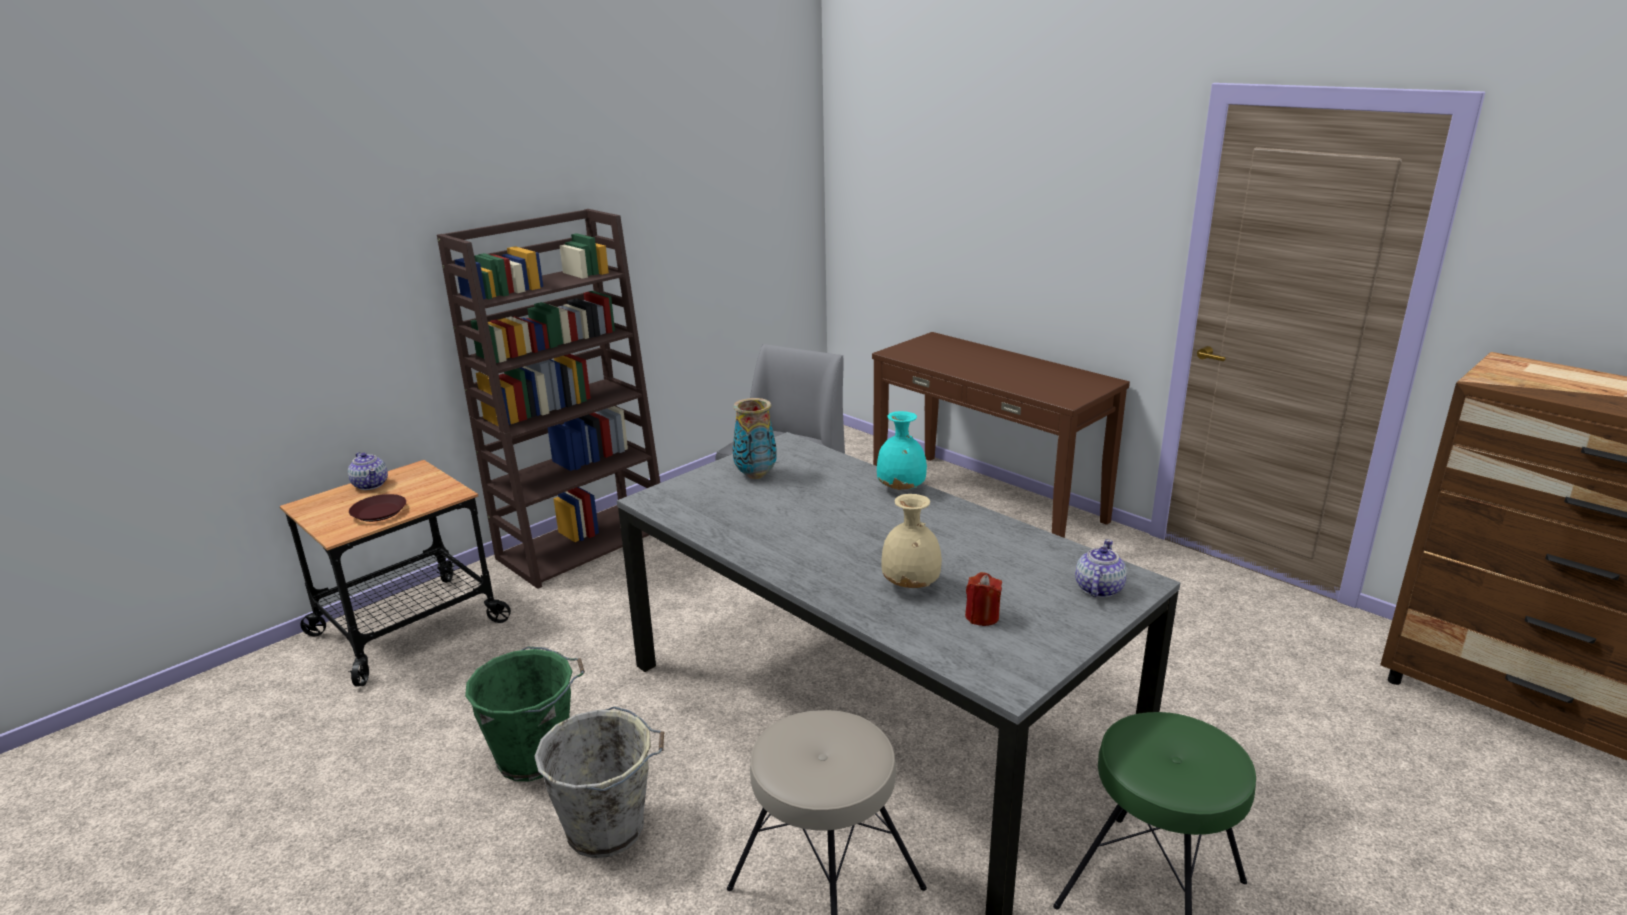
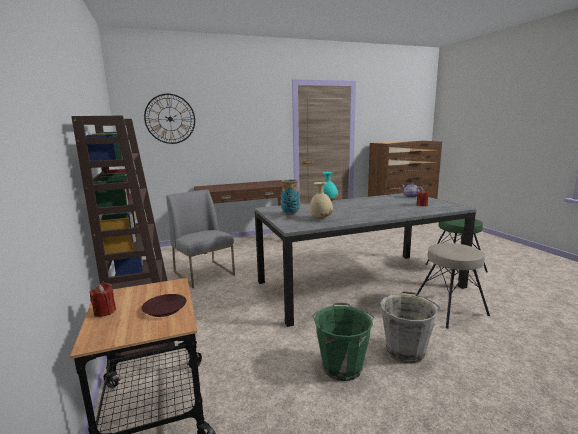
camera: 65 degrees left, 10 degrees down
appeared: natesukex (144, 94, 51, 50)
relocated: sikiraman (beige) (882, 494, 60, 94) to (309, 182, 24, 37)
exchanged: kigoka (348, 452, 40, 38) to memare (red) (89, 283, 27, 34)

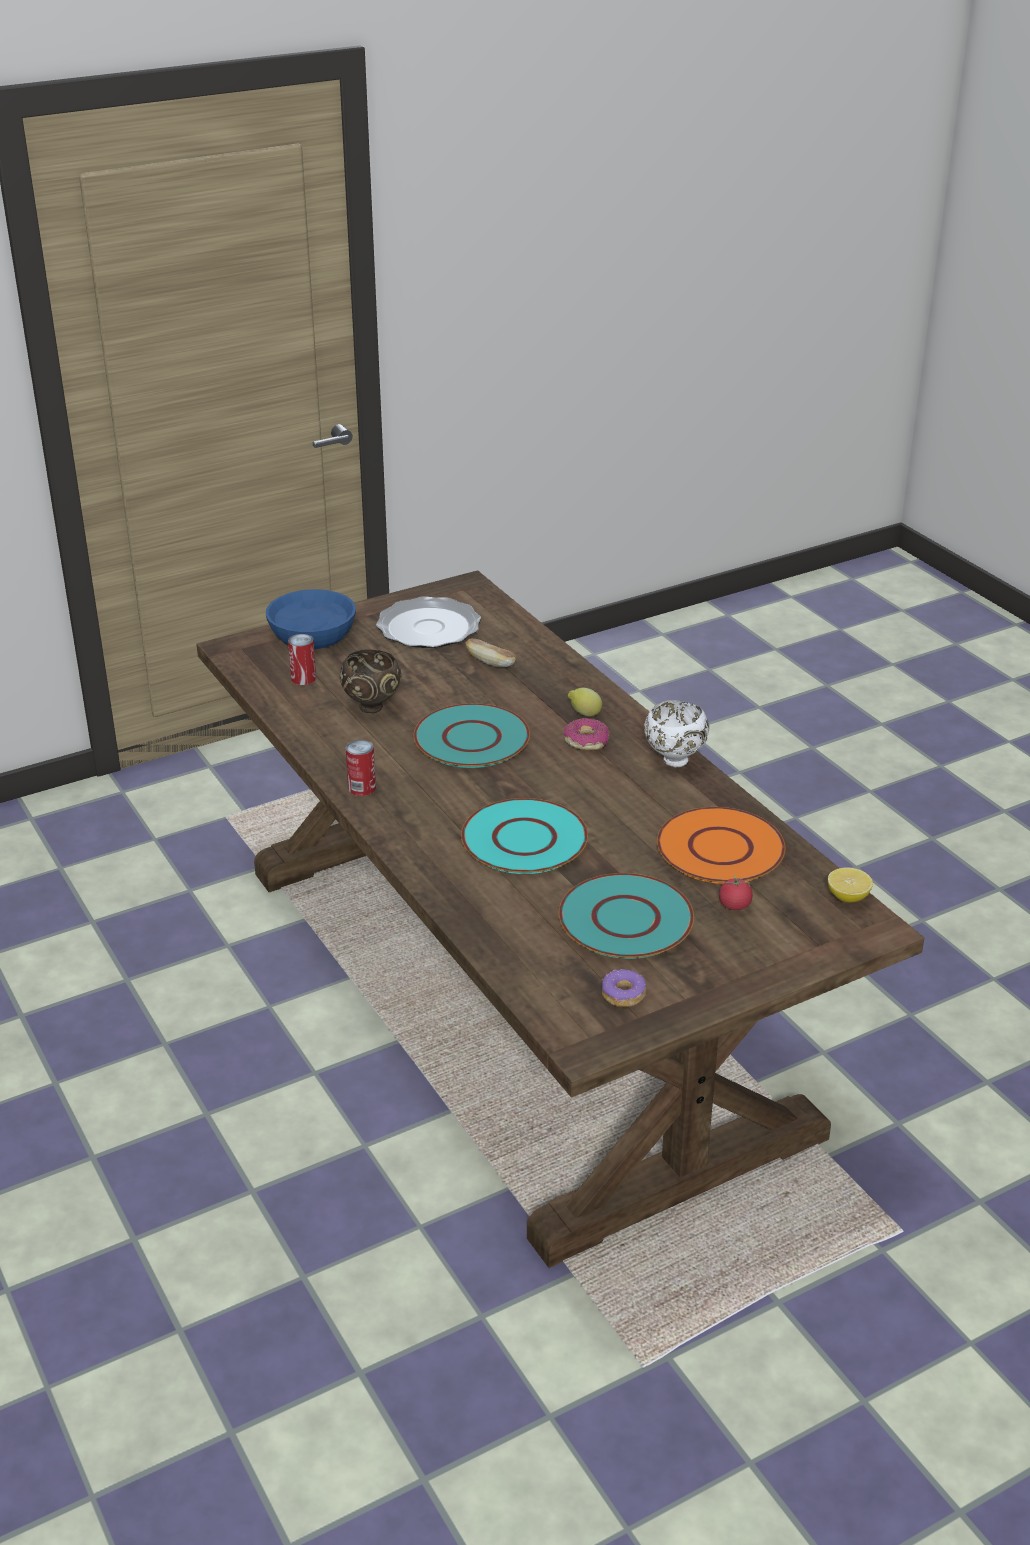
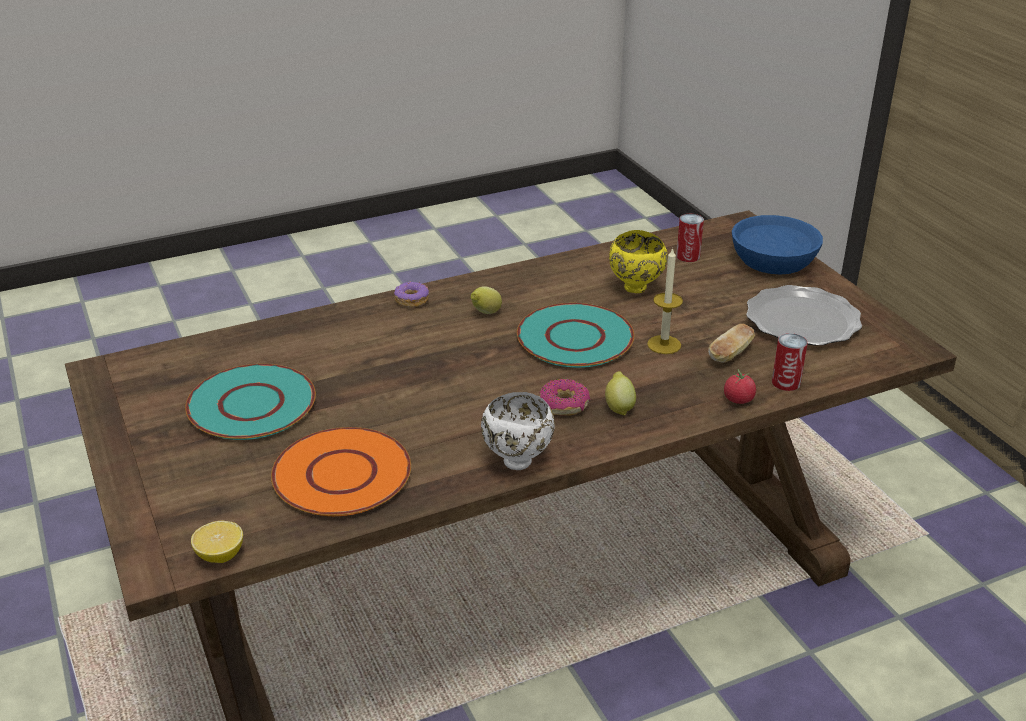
camera: 95 degrees right, 0 degrees up
missing: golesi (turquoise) (461, 798, 127, 76)
appeared: memare (647, 247, 36, 107); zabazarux (471, 286, 31, 28)
relocated: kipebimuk (346, 740, 30, 56) to (772, 333, 36, 58); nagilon (719, 875, 34, 35) to (724, 369, 32, 35); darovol (602, 969, 44, 38) to (394, 282, 35, 26)
colour: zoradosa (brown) (340, 650, 61, 63) to zoradosa (yellow) (609, 230, 59, 63)

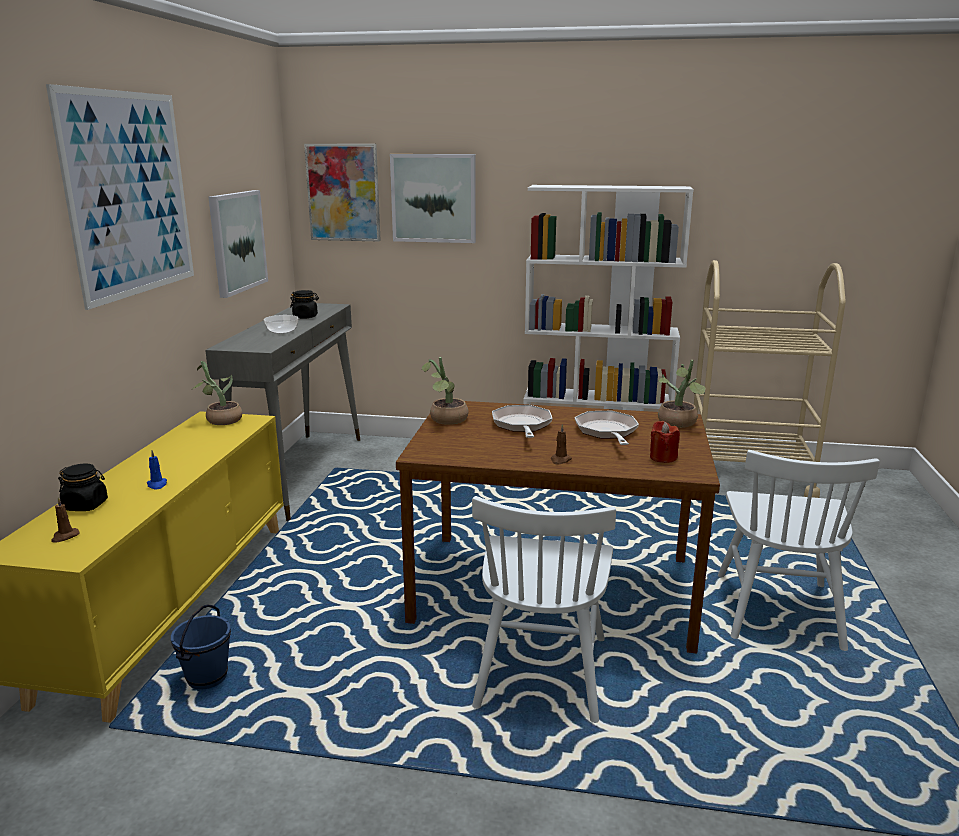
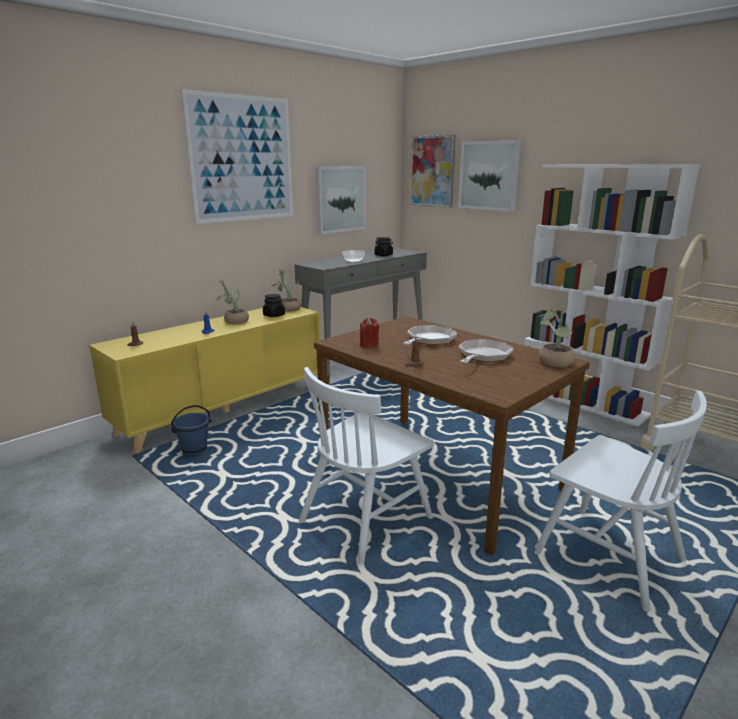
camera: 35 degrees right, 0 degrees up
relocated: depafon (422, 357, 47, 68) to (216, 280, 33, 44); memare (red) (650, 421, 30, 42) to (360, 318, 19, 30); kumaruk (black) (58, 464, 50, 47) to (263, 294, 22, 23)
spun: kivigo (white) (718, 450, 162, 201) = (534, 390, 173, 222) 90 degrees counterclockwise

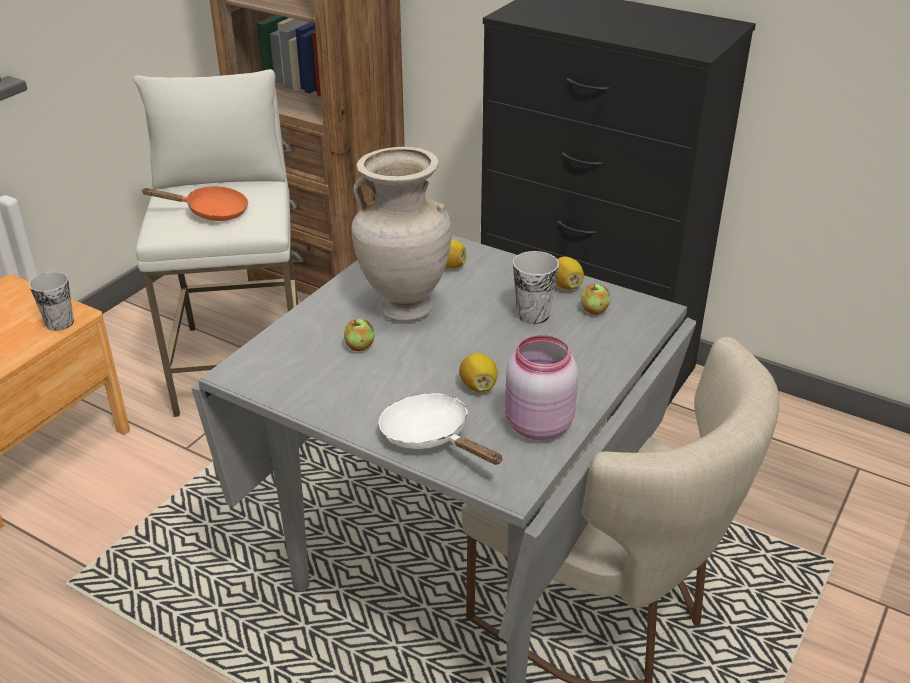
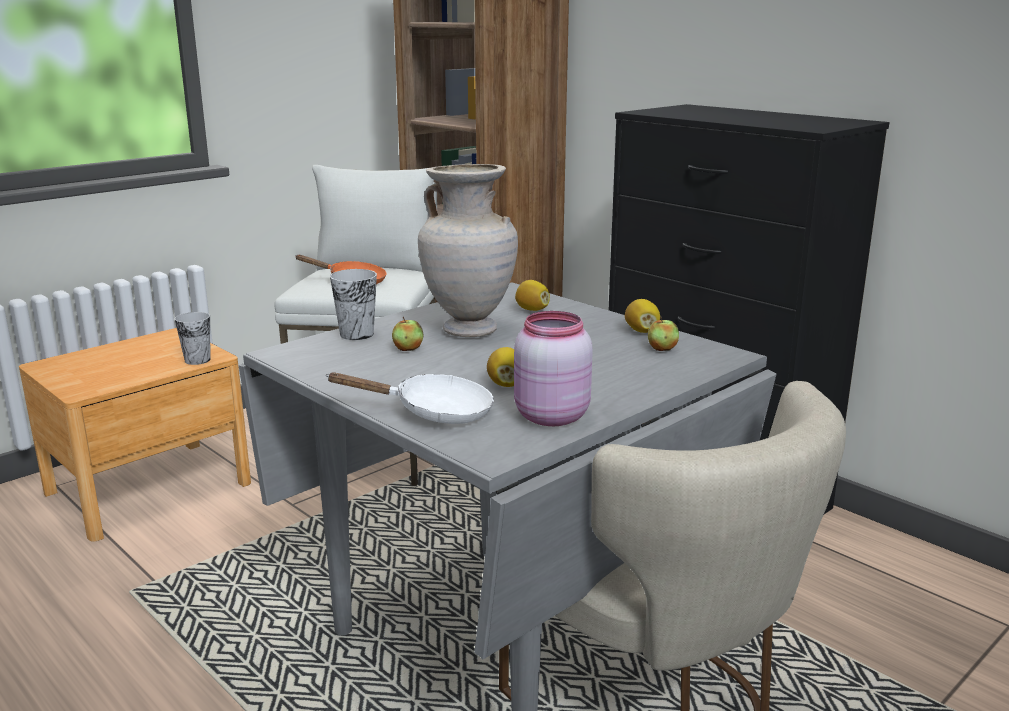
camera: 15 degrees right, 15 degrees down
relocated: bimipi (513, 251, 46, 73) to (330, 269, 47, 71)
spun: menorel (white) (379, 393, 124, 72) = (326, 372, 168, 52) 120 degrees clockwise

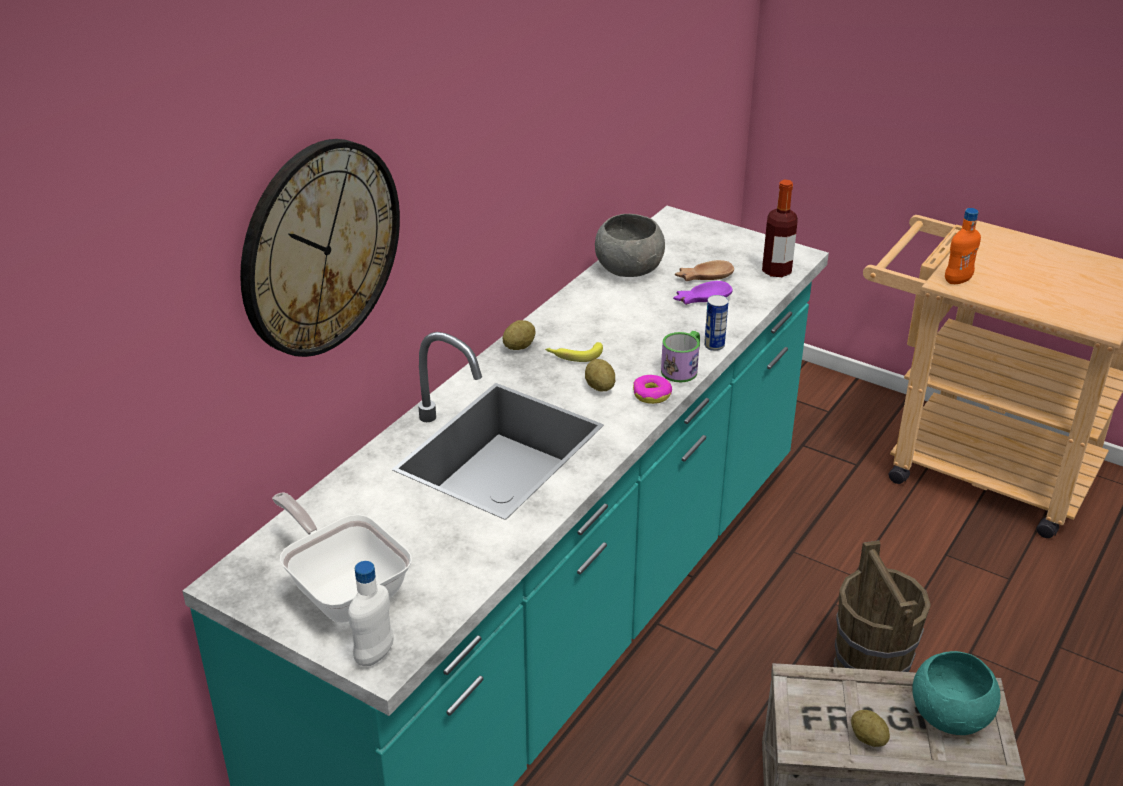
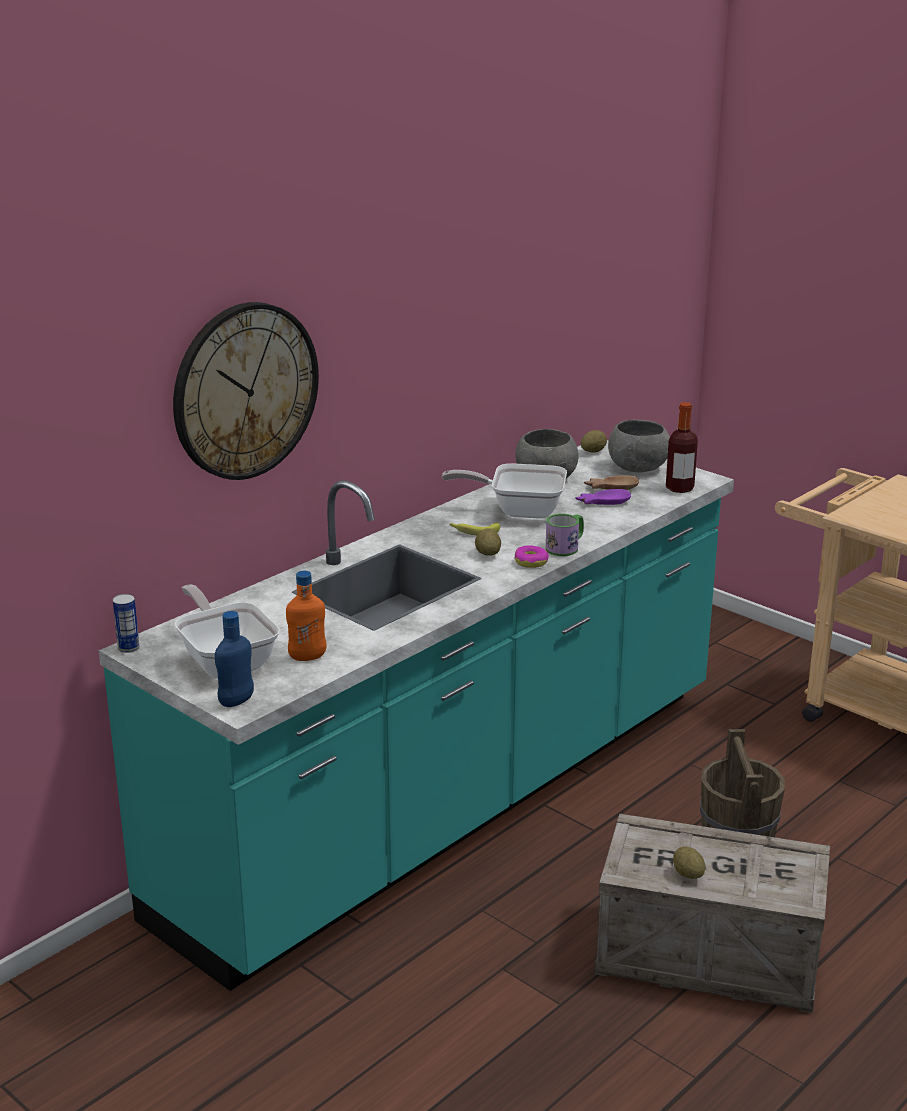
camera: 10 degrees right, 10 degrees down
missing: zoradosa (turquoise) (912, 651, 89, 84)
appeared: zoradosa (grey) (608, 420, 62, 52); menorel (442, 463, 125, 56)
relocated: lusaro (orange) (945, 208, 36, 76) to (286, 571, 41, 90); kipebimuk (704, 295, 25, 56) to (113, 594, 26, 59); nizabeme (503, 320, 33, 30) to (581, 430, 26, 22)
colour: lusaro (white) (348, 561, 46, 105) to lusaro (blue) (215, 611, 39, 96)

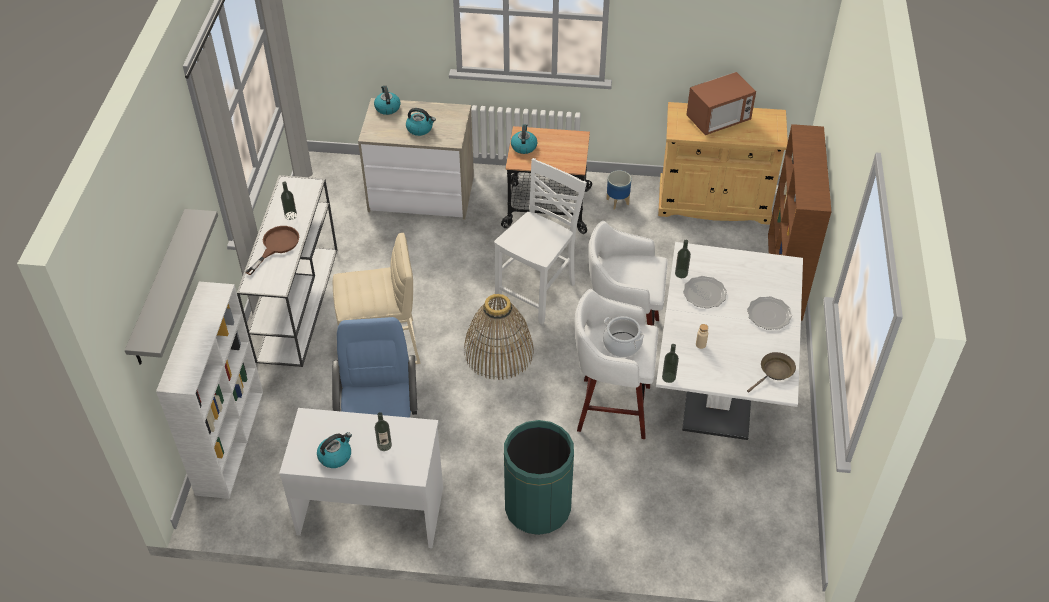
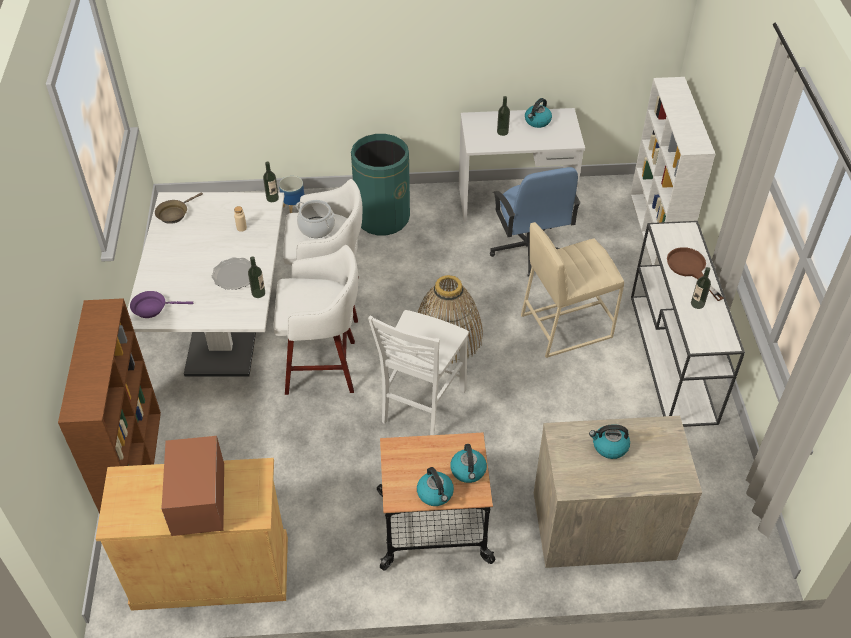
camera: 170 degrees right, 0 degrees up
missing: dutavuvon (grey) (125, 209, 93, 156); golesi (747, 296, 45, 34)
appeared: menorel (purple) (130, 291, 63, 27)
relocated: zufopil (374, 86, 27, 29) to (417, 467, 37, 39); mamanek (606, 170, 25, 40) to (279, 176, 25, 37)
spun: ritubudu (686, 72, 70, 63) = (161, 436, 63, 100) 60 degrees counterclockwise; menorel (brown) (246, 226, 53, 49) = (667, 247, 56, 54) 135 degrees clockwise

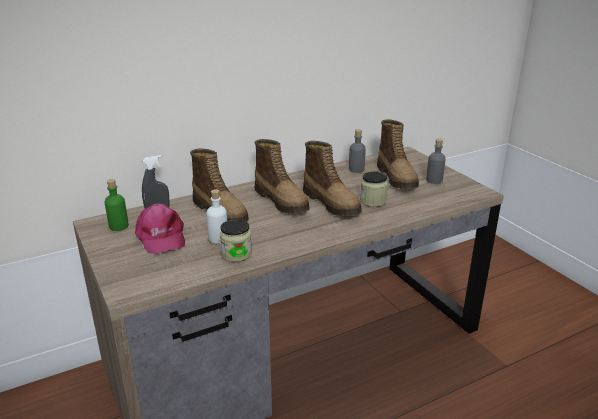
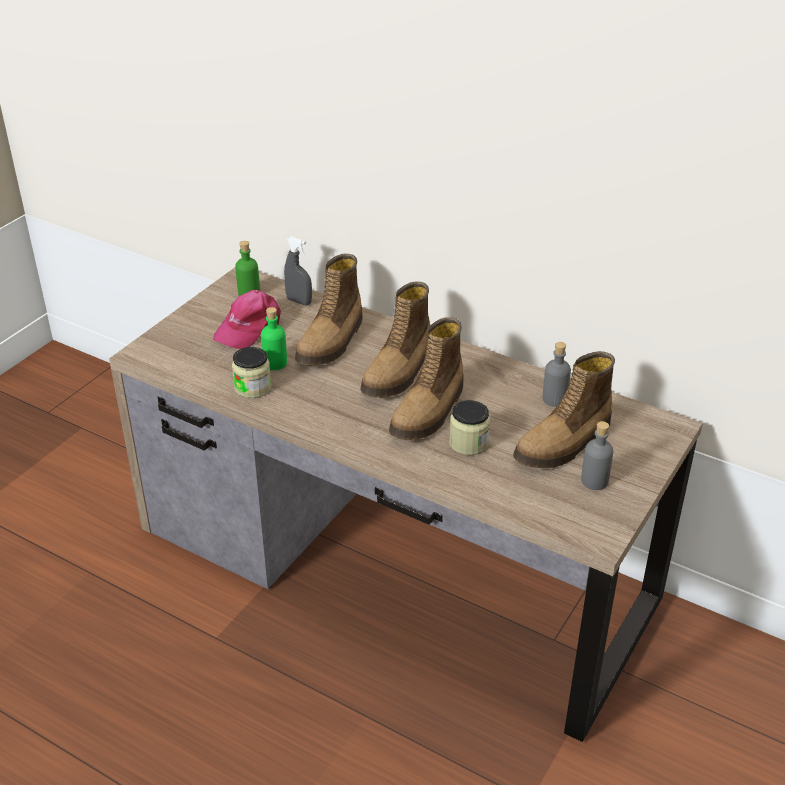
camera: 60 degrees right, 10 degrees up
colour: lusaro (white) (206, 189, 21, 54) to lusaro (green) (261, 307, 26, 63)

